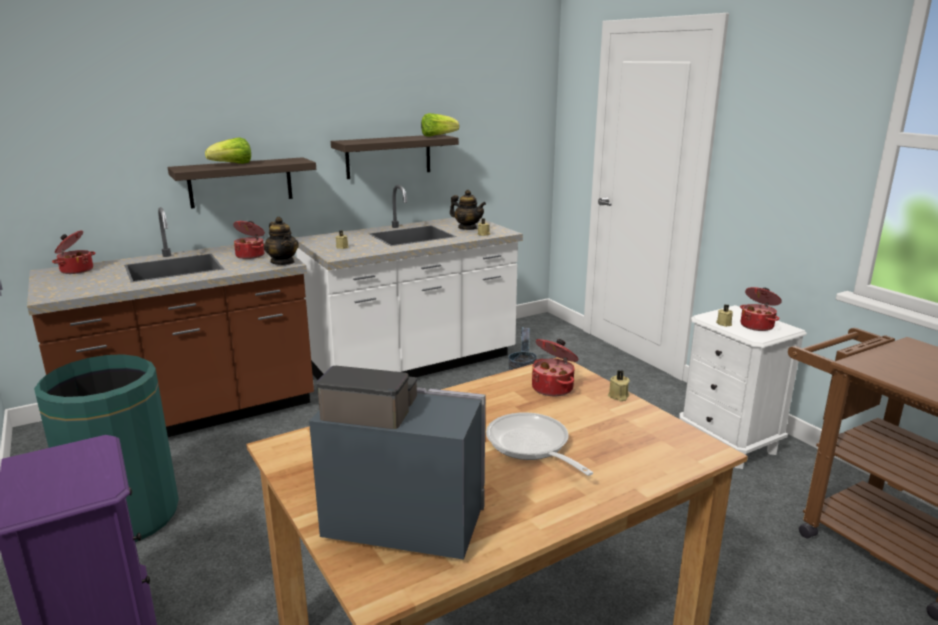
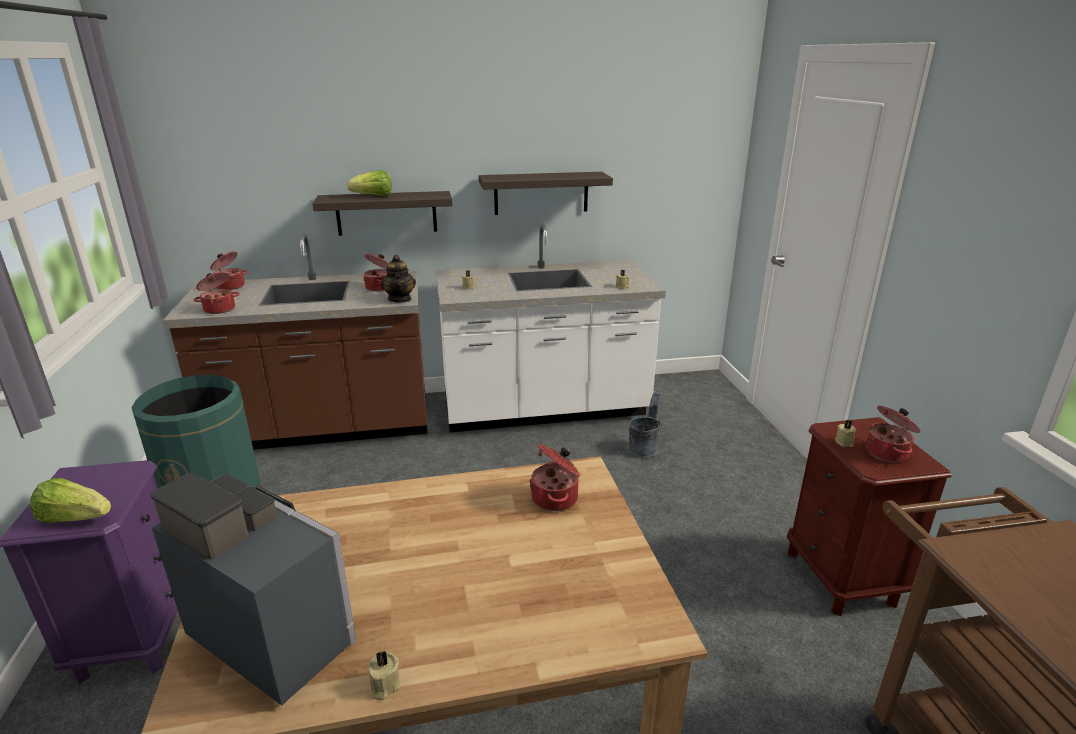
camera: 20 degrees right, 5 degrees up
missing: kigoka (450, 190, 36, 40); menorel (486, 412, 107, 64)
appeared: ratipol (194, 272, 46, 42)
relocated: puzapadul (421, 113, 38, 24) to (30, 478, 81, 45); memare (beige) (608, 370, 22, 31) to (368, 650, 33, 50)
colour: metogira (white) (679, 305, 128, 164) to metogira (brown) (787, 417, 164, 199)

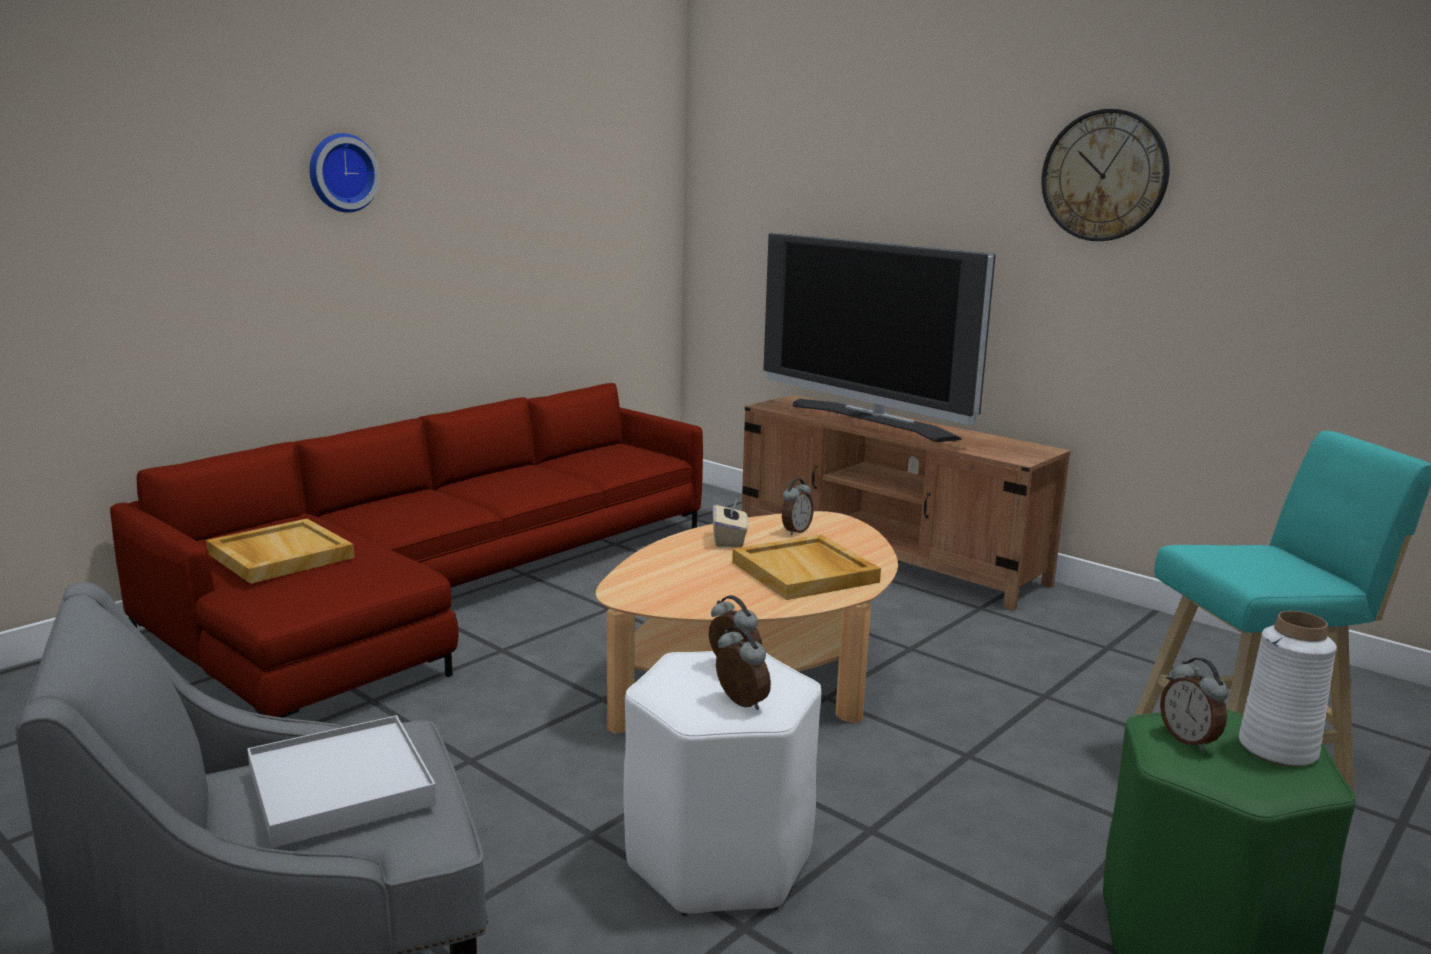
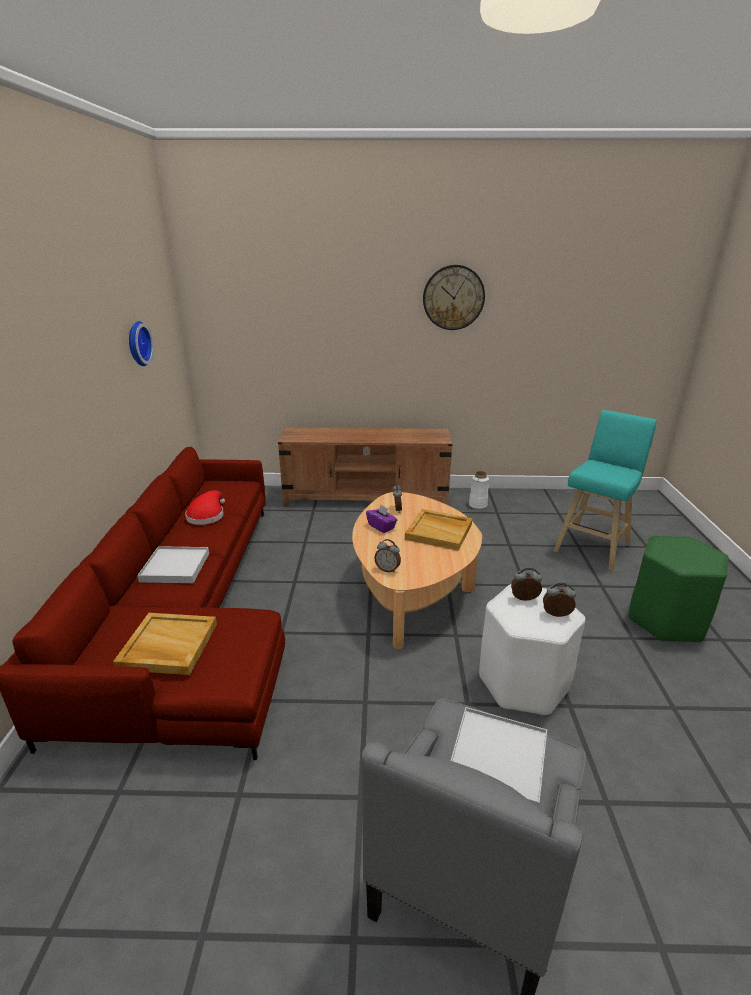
camera: 40 degrees left, 10 degrees up
missing: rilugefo (763, 233, 233, 209)
appeared: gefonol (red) (185, 490, 40, 35); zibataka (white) (137, 546, 72, 37)
relocated: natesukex (310, 133, 70, 80) to (129, 321, 25, 45); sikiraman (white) (1239, 611, 98, 156) to (469, 471, 20, 38); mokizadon (1160, 658, 68, 93) to (374, 539, 27, 34)
colour: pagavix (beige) (713, 501, 35, 46) to pagavix (purple) (366, 504, 31, 29)

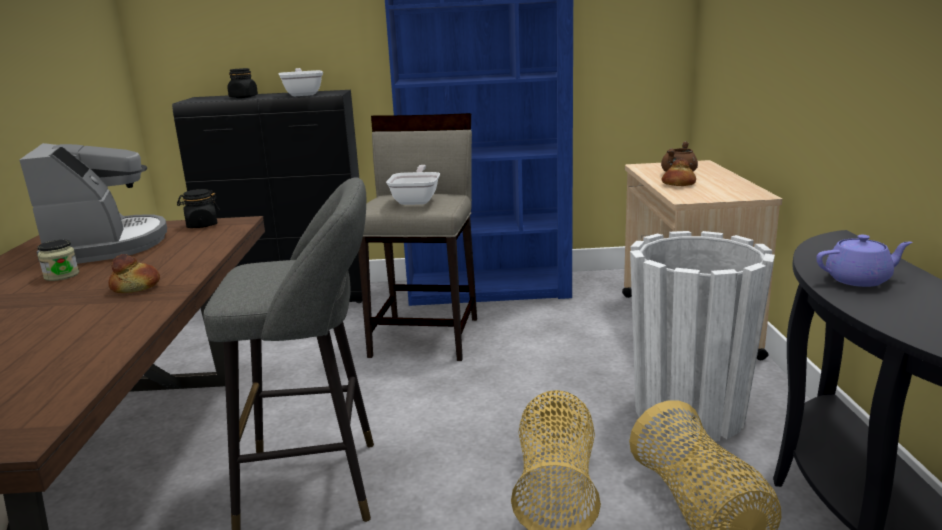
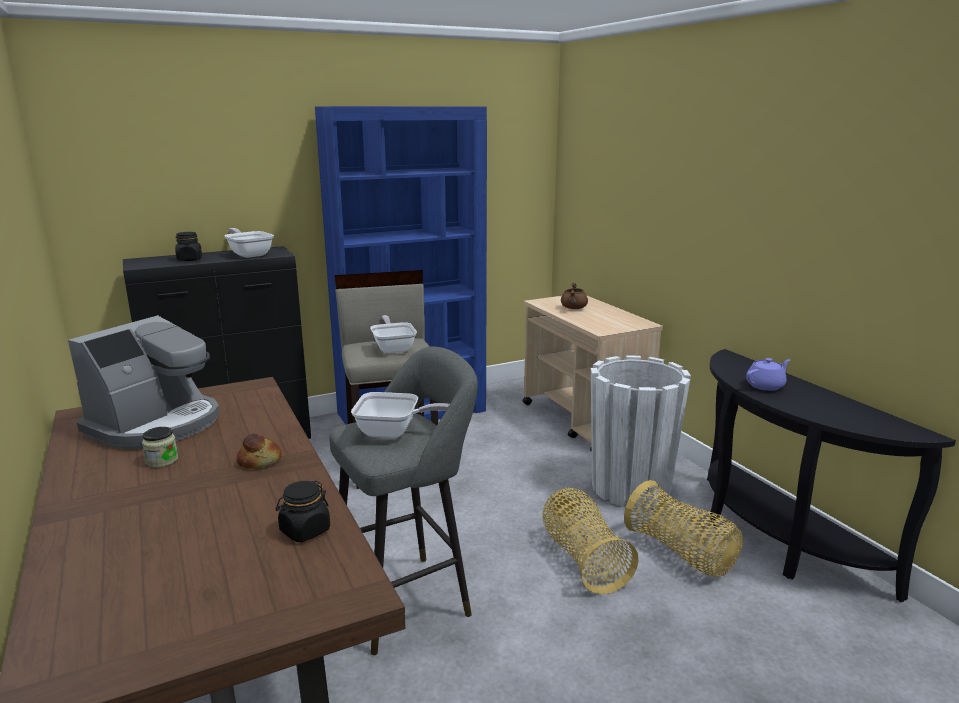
camera: 25 degrees left, 0 degrees up
missing: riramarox (662, 158, 34, 28)
appeared: menorel (351, 392, 99, 46)
relocated: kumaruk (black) (177, 189, 43, 39) to (276, 481, 54, 61)
spun: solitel (20, 143, 147, 121) = (68, 315, 152, 134) 75 degrees clockwise

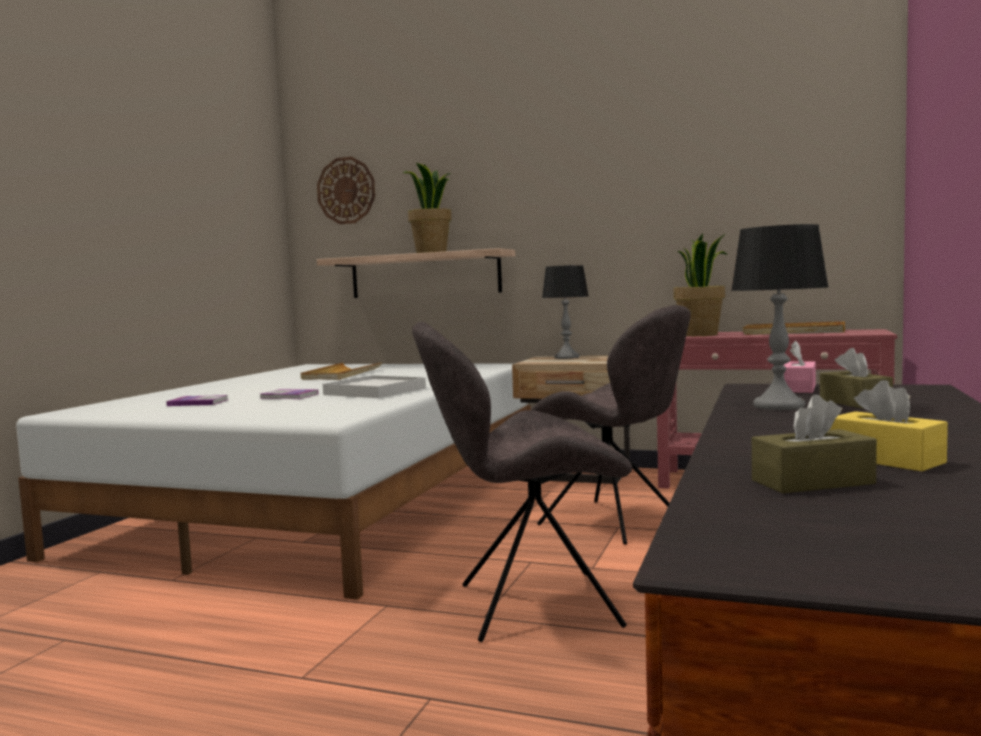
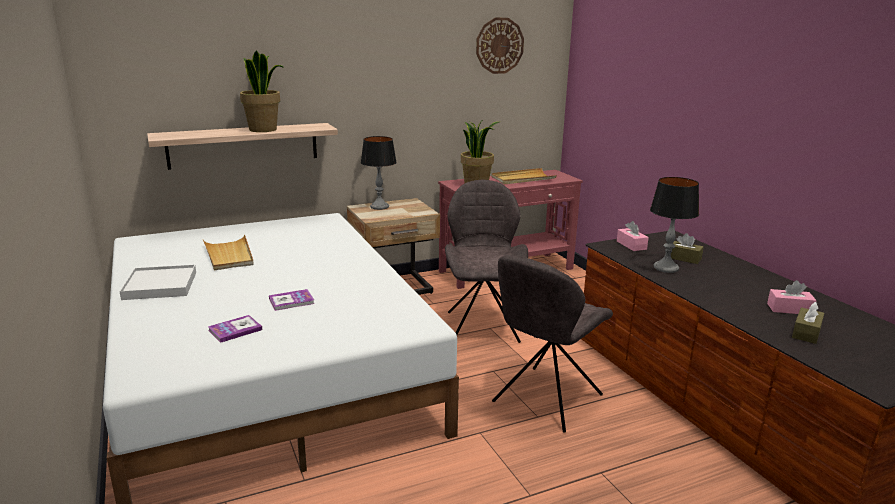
camera: 45 degrees left, 15 degrees up
relocated: natesukex (317, 157, 58, 67) to (476, 18, 48, 56); zibataka (white) (323, 375, 103, 23) to (119, 265, 77, 35)
colour: pagavix (yellow) (829, 380, 119, 91) to pagavix (pink) (767, 280, 50, 34)
spun: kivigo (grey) (532, 305, 159, 240) = (445, 180, 83, 163) 90 degrees counterclockwise

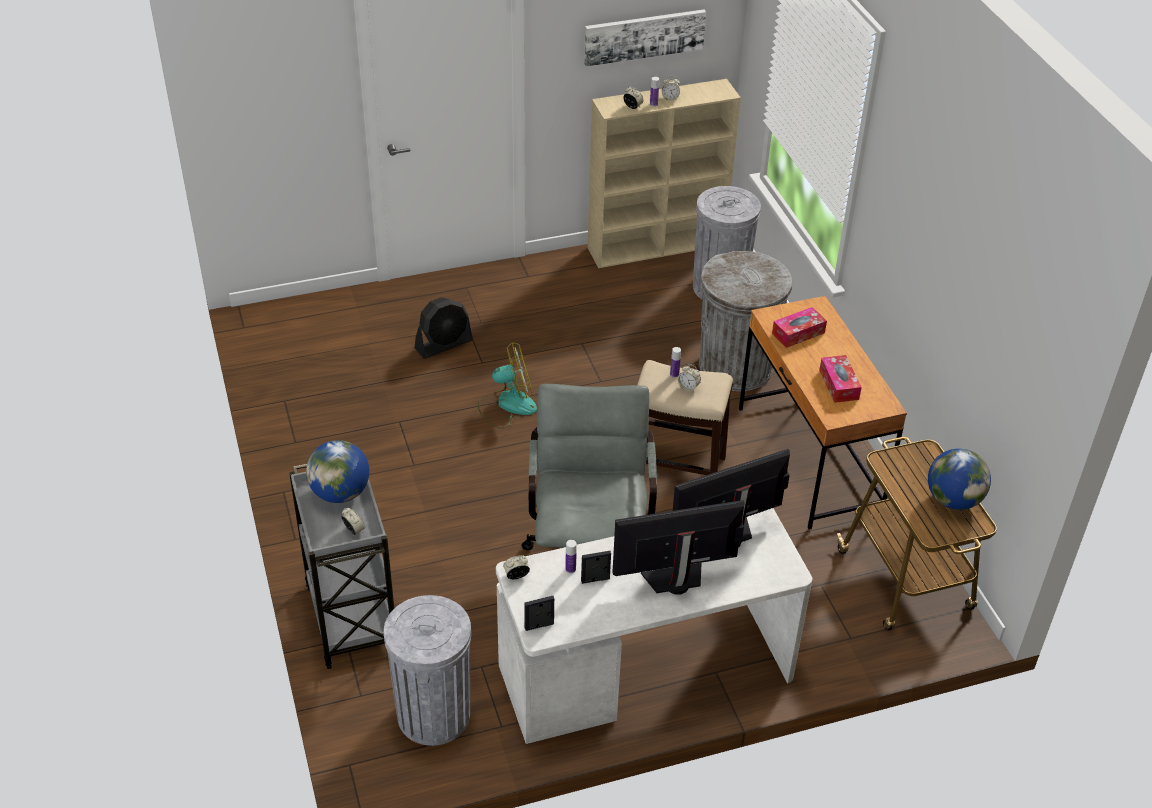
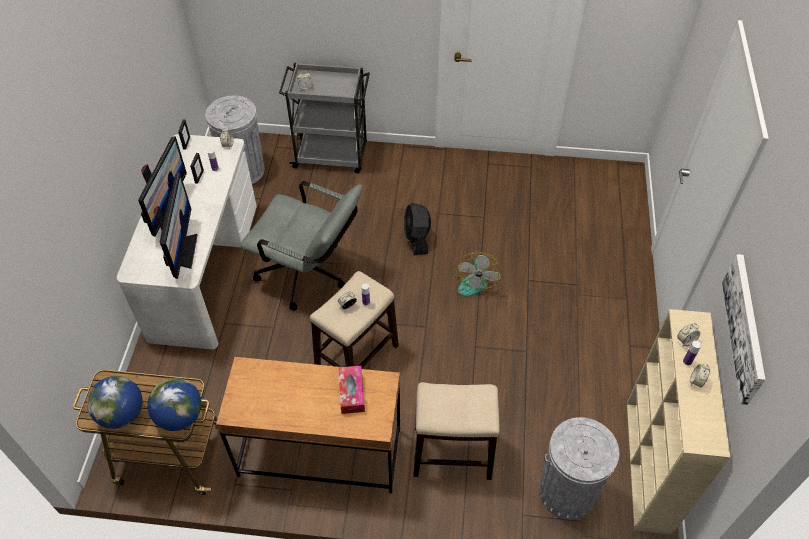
camera: 115 degrees right, 10 degrees up
missing: pagavix (819, 355, 43, 48)
relocated: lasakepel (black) (415, 297, 58, 62) to (404, 203, 27, 52); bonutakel (306, 440, 63, 63) to (147, 378, 55, 53)
exchanged: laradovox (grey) (699, 251, 93, 140) to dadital (413, 382, 87, 98)

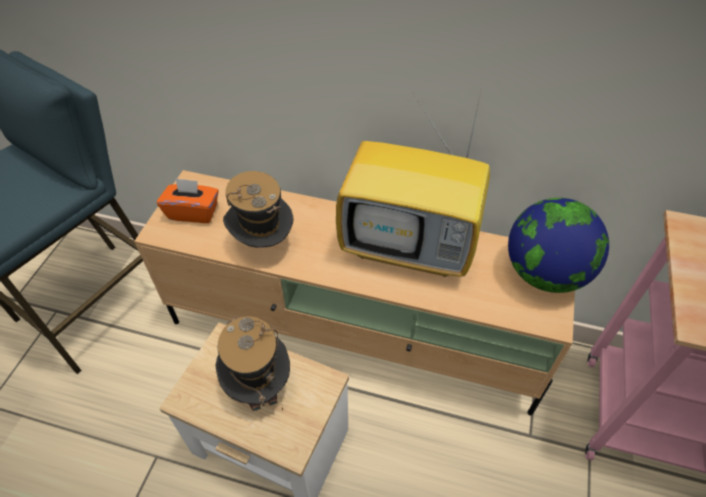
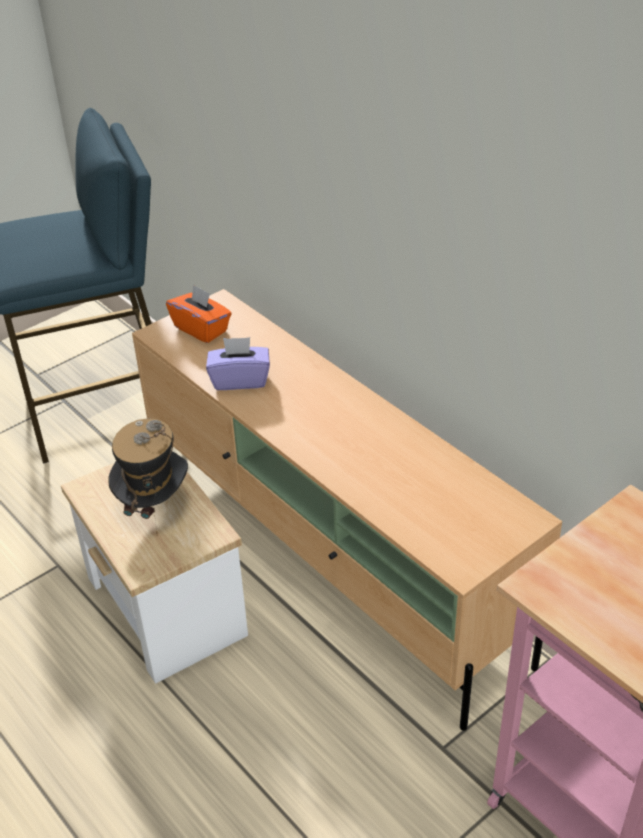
camera: 35 degrees right, 10 degrees down
missing: rilugefo (336, 87, 154, 190); bonutakel (508, 198, 101, 95)
exchanged: gefonol (223, 171, 70, 77) to pagavix (purple) (206, 337, 64, 53)

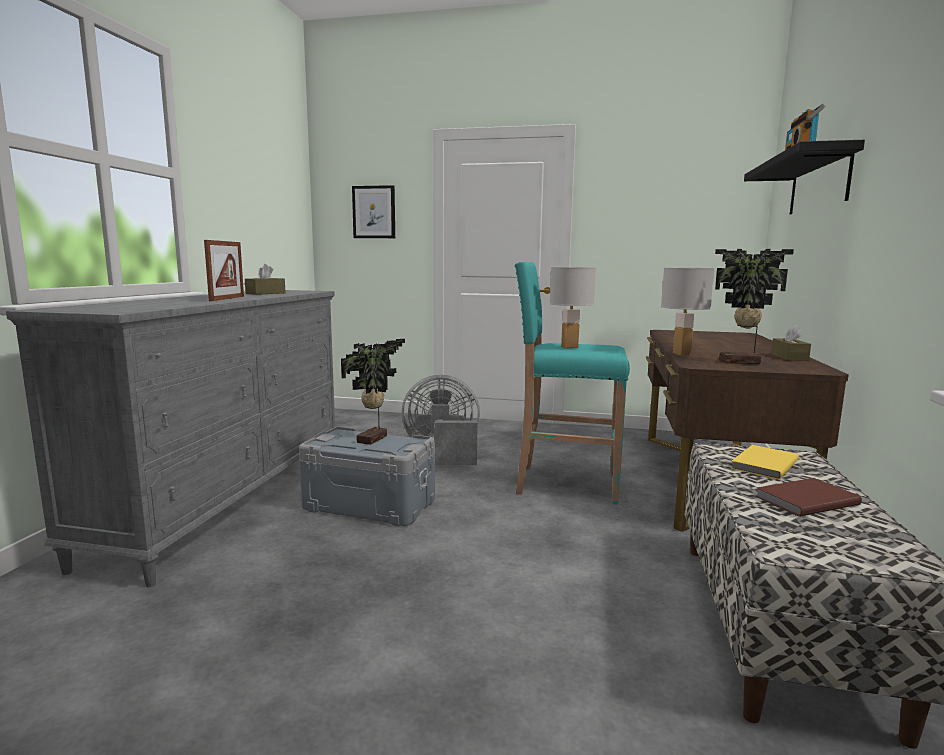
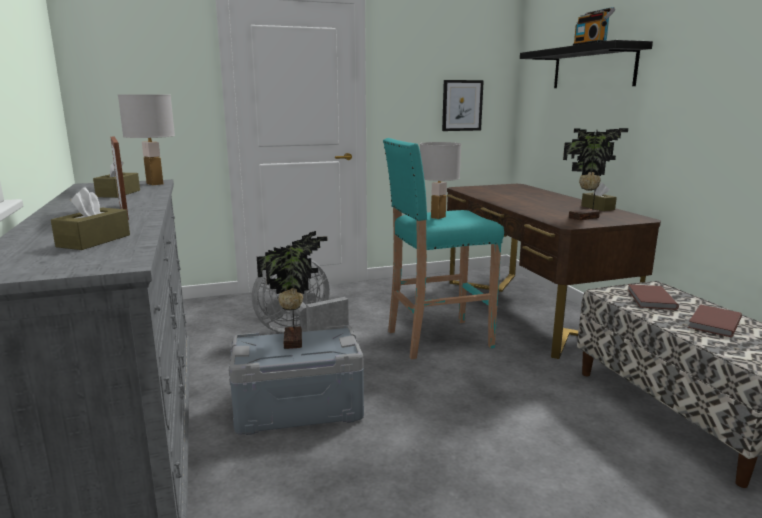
camera: 30 degrees left, 5 degrees up
appeared: pagavix (brown) (51, 187, 79, 63)
relocated: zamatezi (352, 185, 43, 53) to (442, 80, 42, 51); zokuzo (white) (661, 267, 54, 88) to (118, 94, 57, 91)
colour: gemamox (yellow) (731, 445, 68, 35) to gemamox (brown) (627, 284, 52, 26)

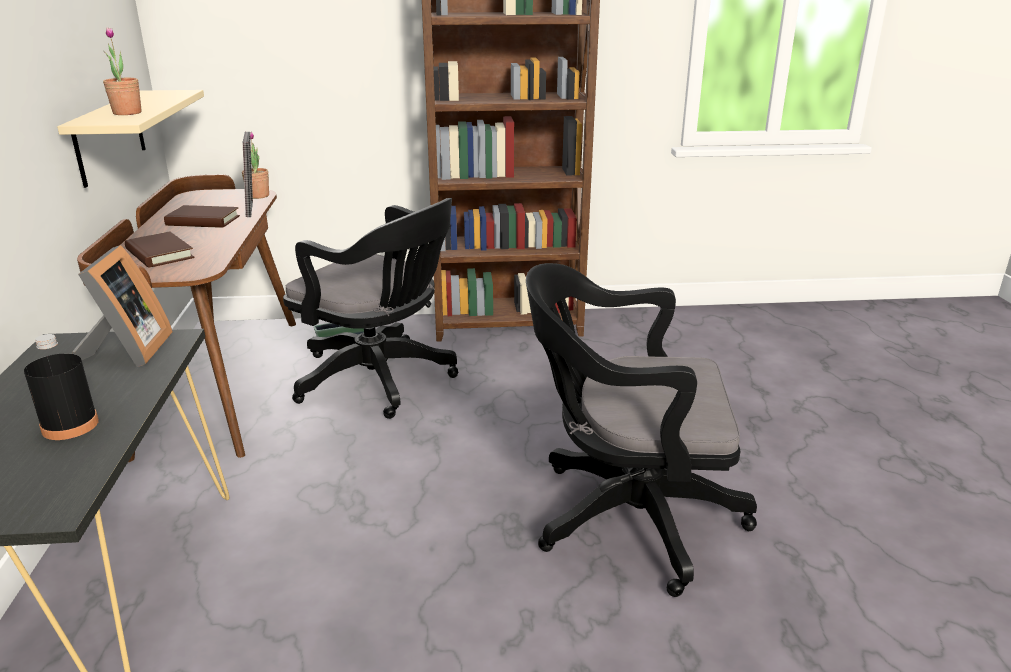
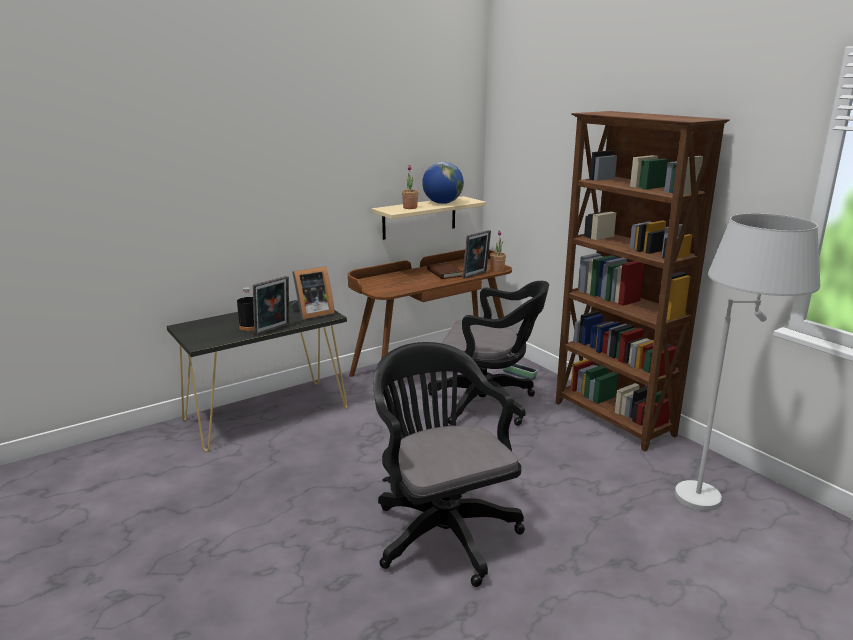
camera: 60 degrees right, 5 degrees down
missing: gemamox (brown) (125, 231, 70, 37)
appeared: bonutakel (422, 162, 42, 42); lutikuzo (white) (675, 213, 145, 298); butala (253, 276, 36, 59)
spun: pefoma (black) (283, 198, 176, 221) = (427, 281, 122, 145) 75 degrees counterclockwise

